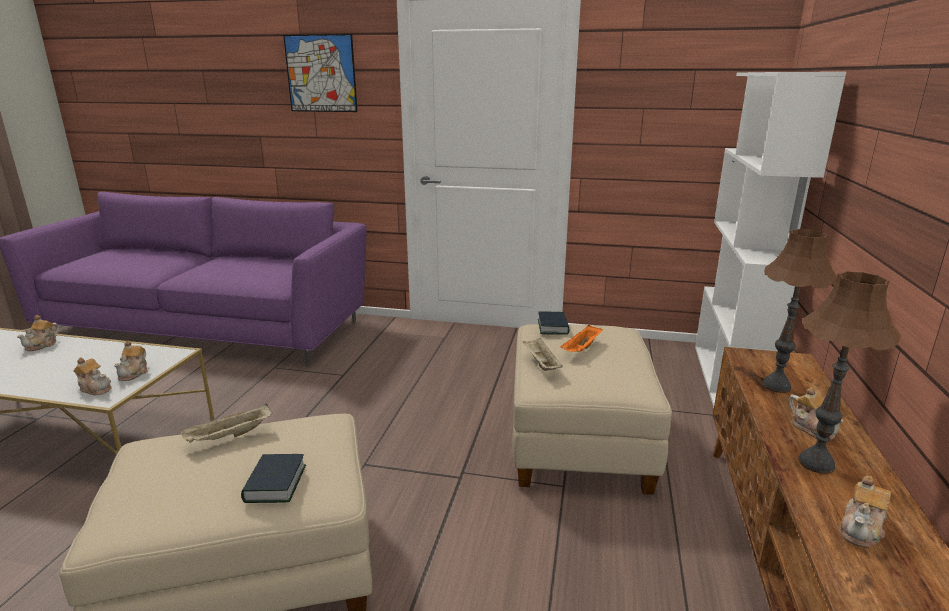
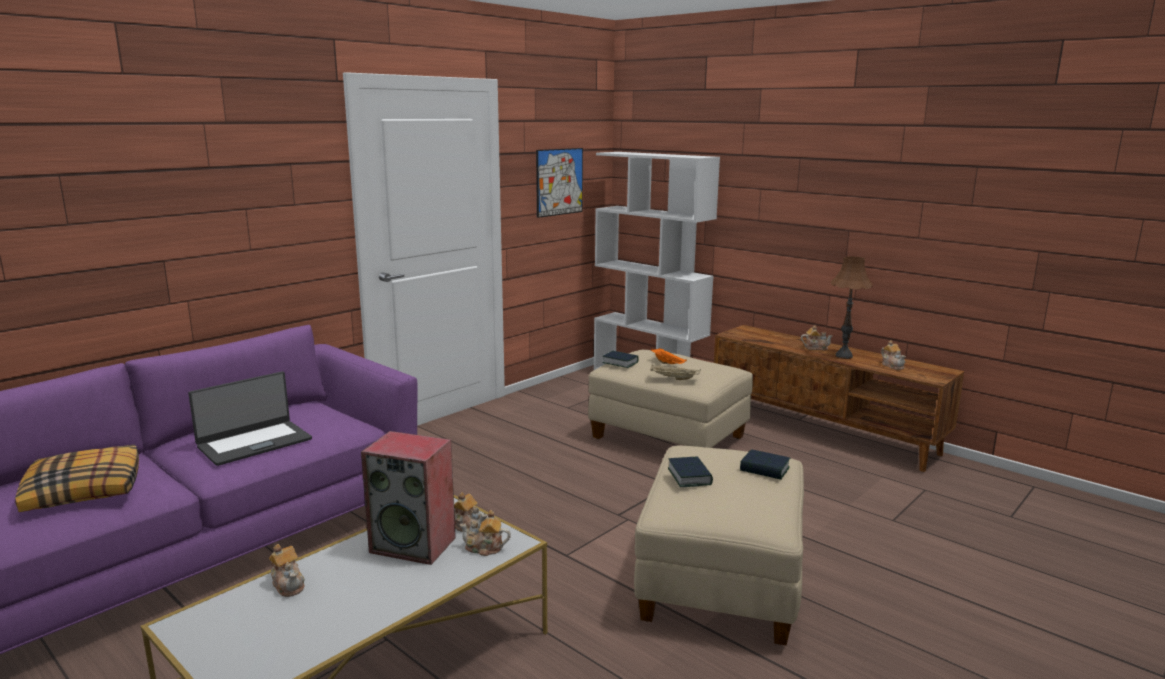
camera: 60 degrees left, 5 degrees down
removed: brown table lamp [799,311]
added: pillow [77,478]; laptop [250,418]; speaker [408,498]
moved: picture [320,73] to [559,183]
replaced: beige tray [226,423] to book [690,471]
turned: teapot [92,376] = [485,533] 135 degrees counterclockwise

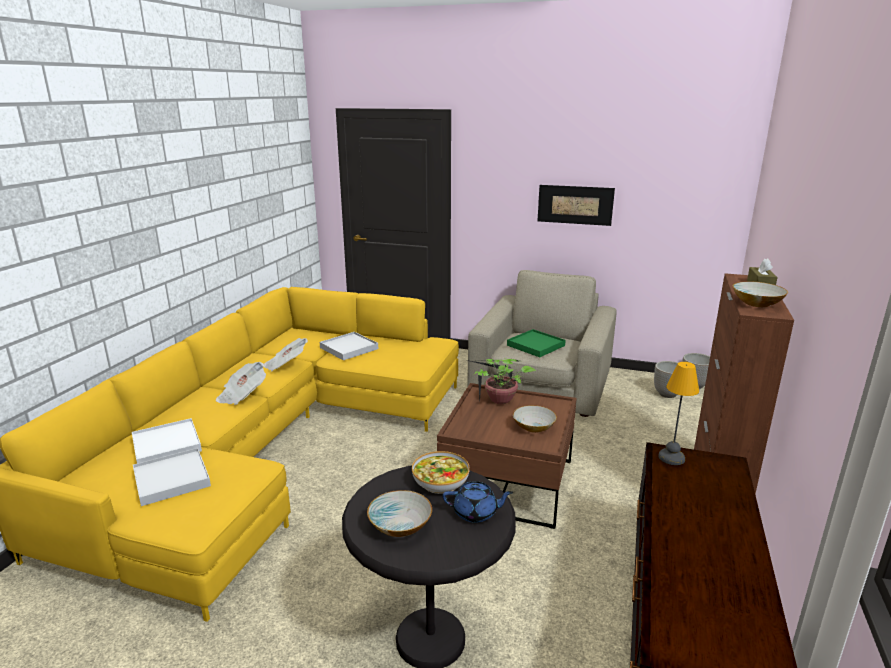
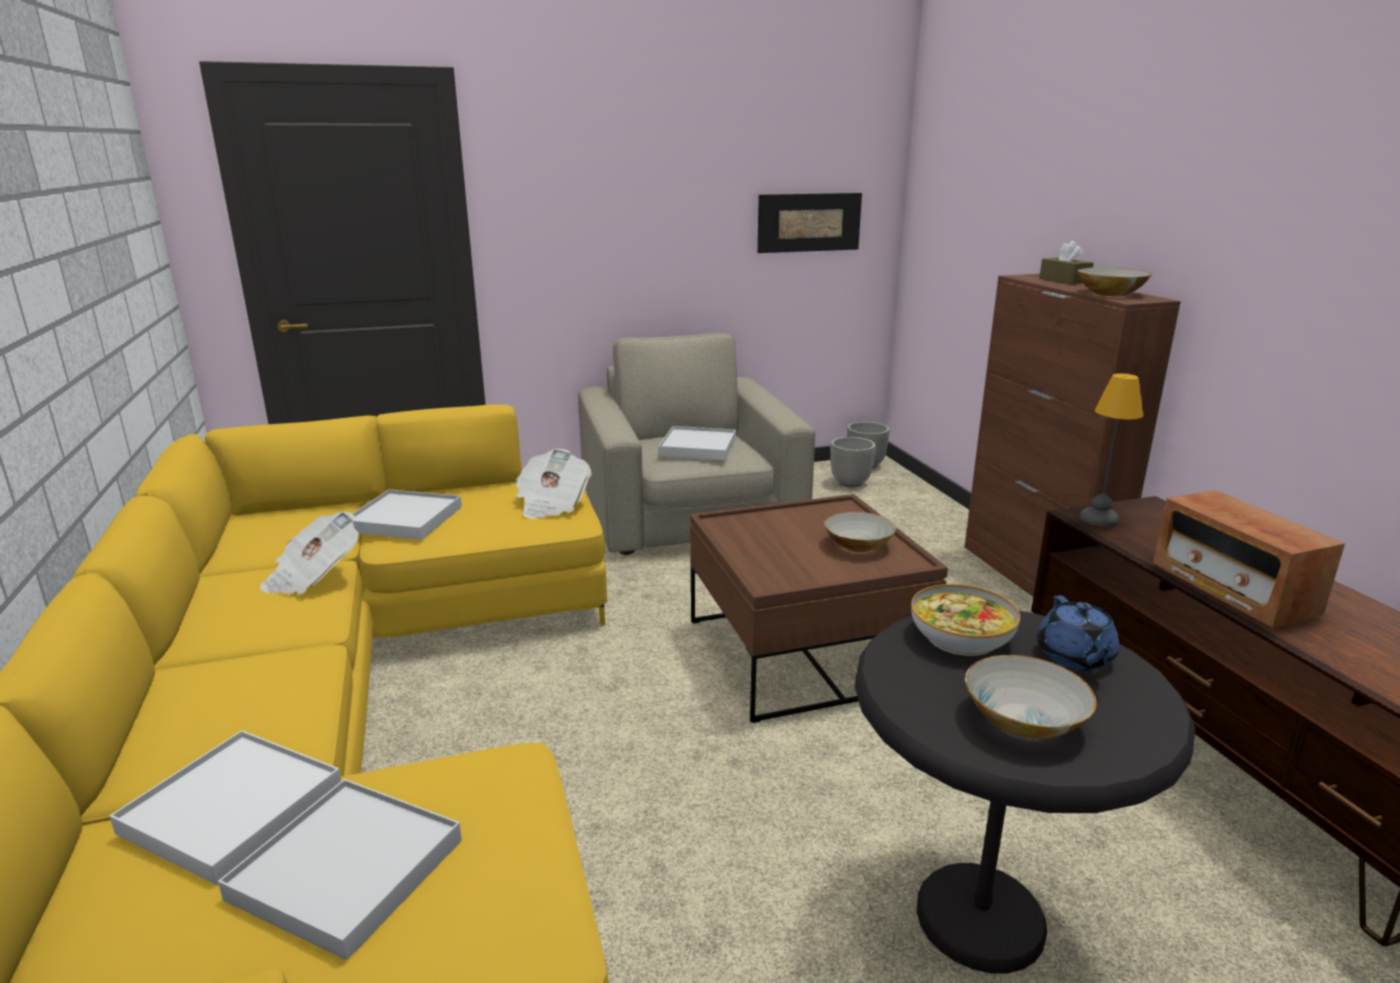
camera: 35 degrees left, 0 degrees up
removed: potted plant [501,381]
added: radio [1249,559]
moved: newspaper [241,383] to [553,484]; picture [576,205] to [809,223]
recoloured: green tray [536,343] to white tray [697,443]
turned: blue teapot [478,502] = [1078,633] 120 degrees clockwise

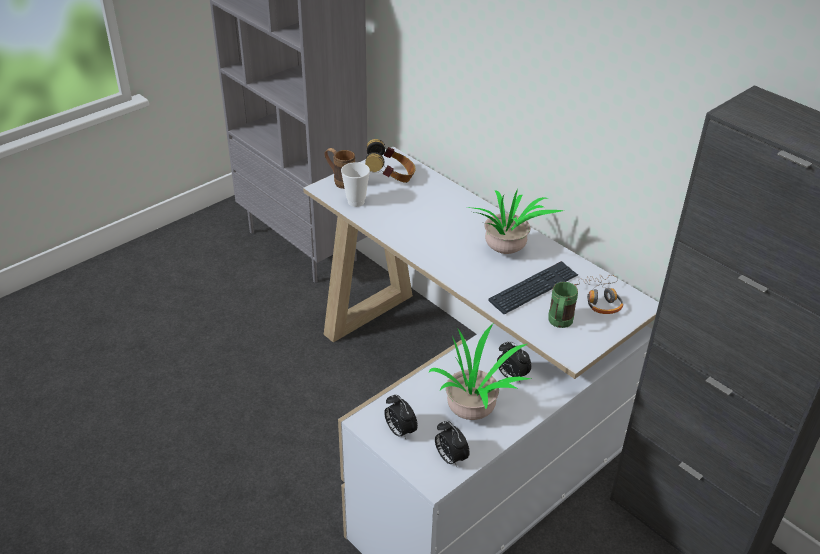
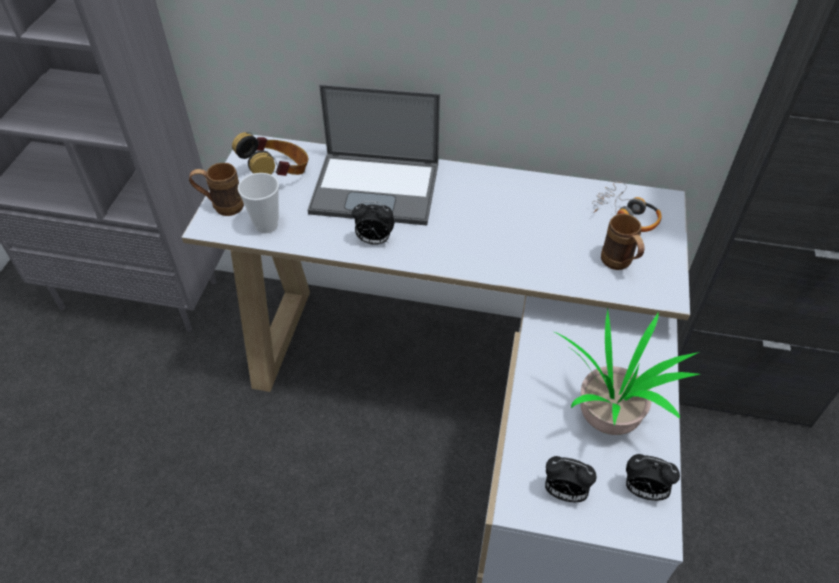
camera: 35 degrees left, 10 degrees up
removed: potted plant [515,221]; keyboard [533,287]
added: laptop [374,154]
moved: alarm clock [514,361] to [373,223]
recoloured: green mug [563,305] to brown mug [623,242]

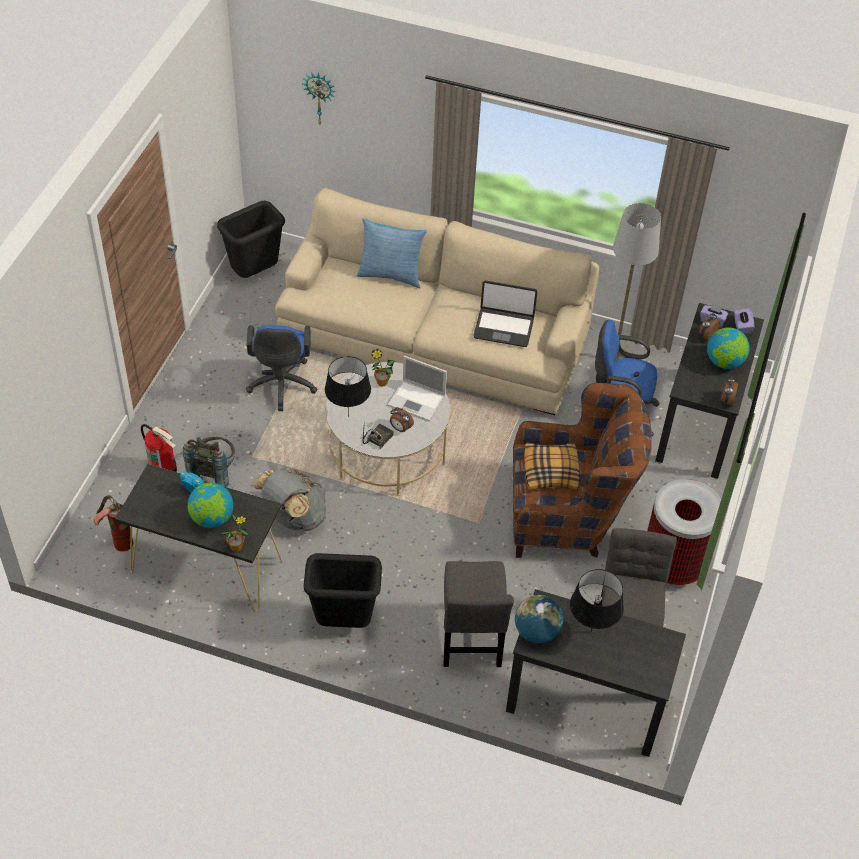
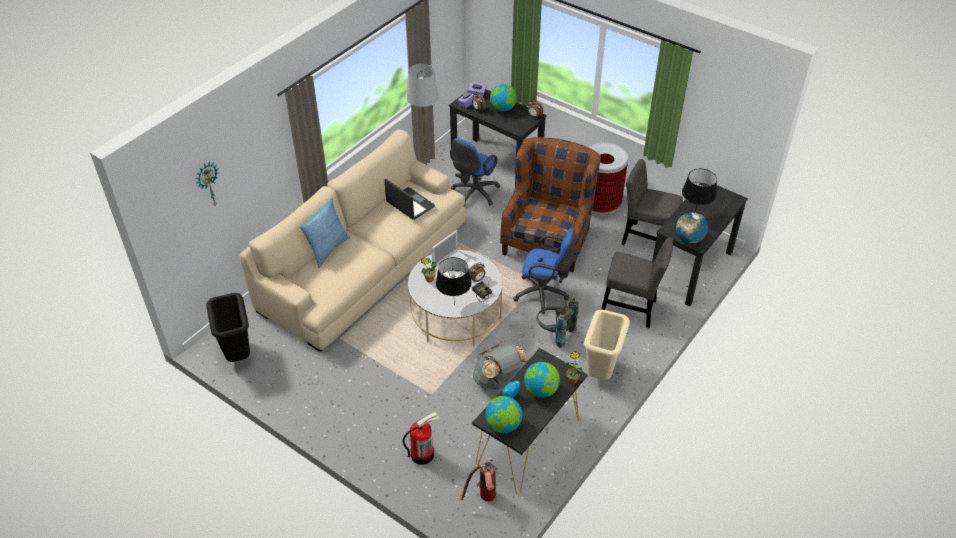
camera: 70 degrees left, 5 degrees down
removed: pillow [552,466]
added: globe [503,414]
moved: blue office chair [281,368] to [544,271]; grey backpack [209,462] to [557,322]
recoloured: black trash can [343,590] to beige trash can [607,344]
turned: laptop [505,313] = [409,199] 75 degrees counterclockwise

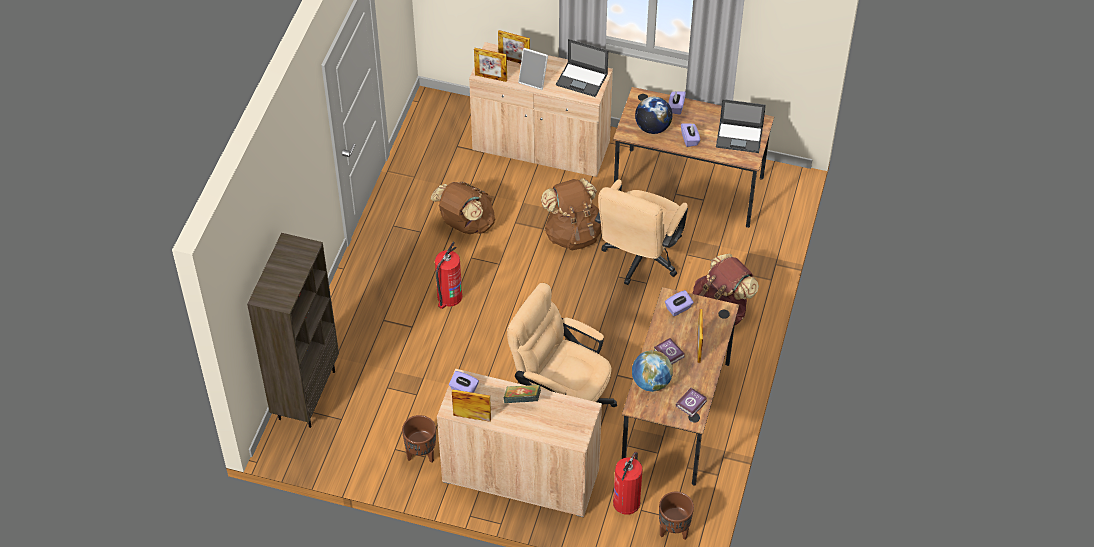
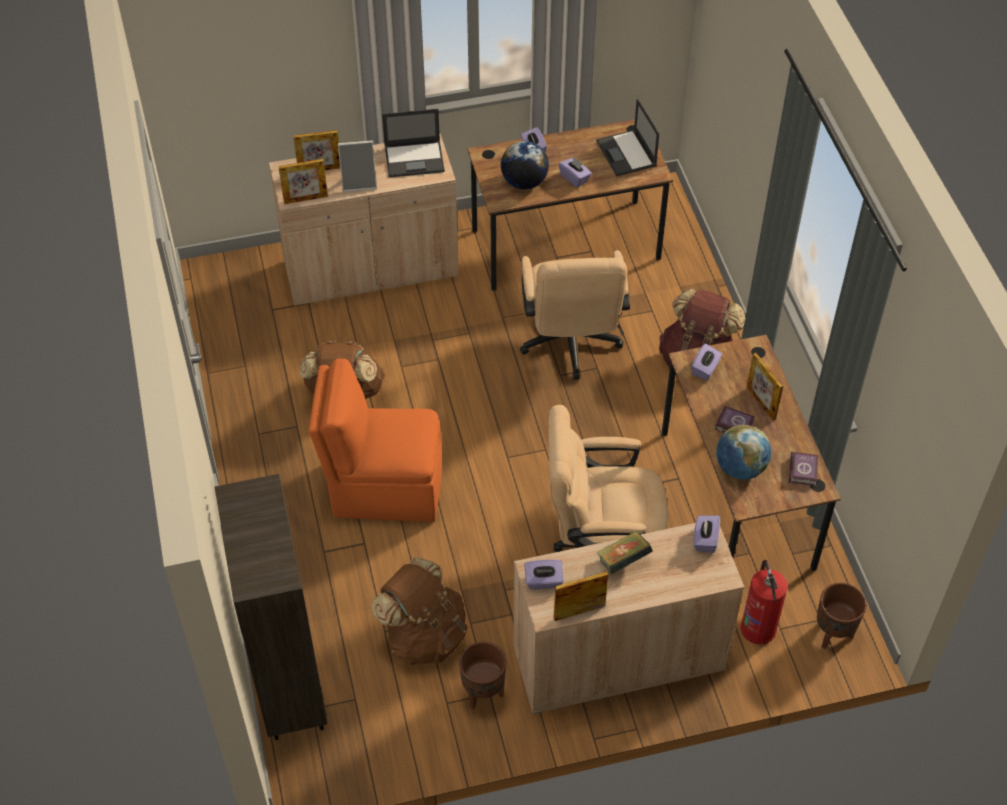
camera: 30 degrees left, 0 degrees up
added: purple tissue box [707,534]
moved: brown backpack [571,214] to [419,611]
replaced: fire extinguisher [449,275] to orange chair [375,440]
turned: laptop [741,126] = [627,137] 90 degrees clockwise

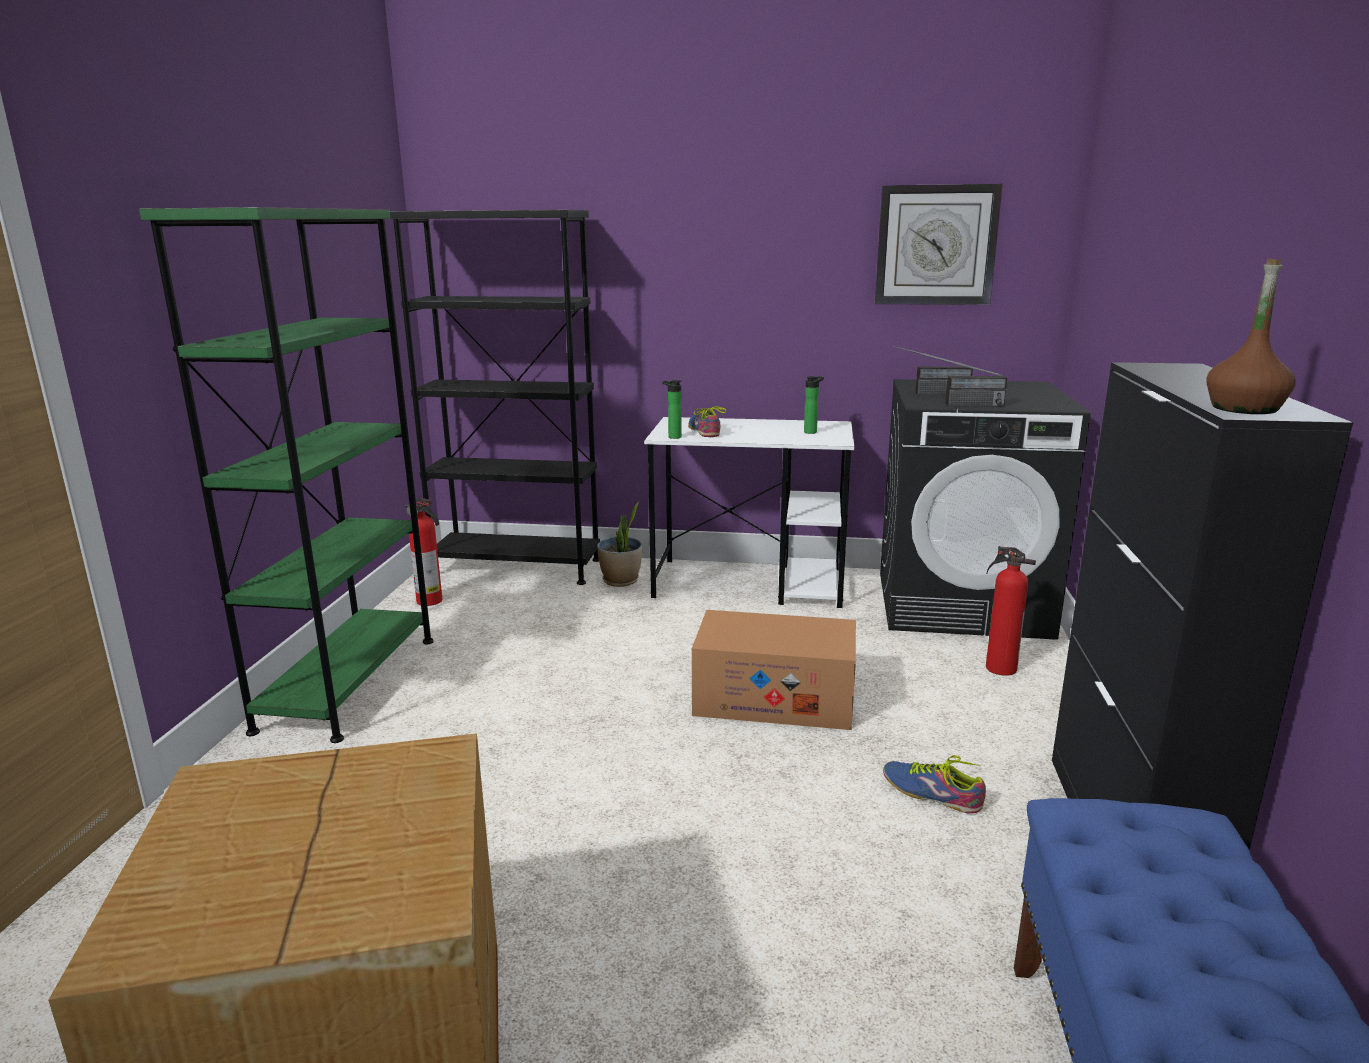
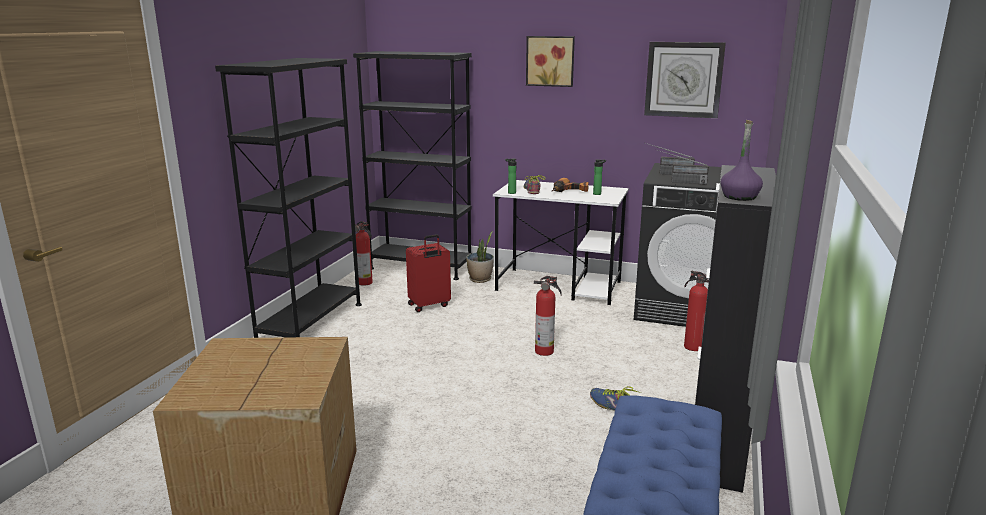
camera: 10 degrees right, 0 degrees up
added: red suitcase [428,273]; picture [550,61]; power drill [570,185]
replaced: cardboard box [774,670] to fire extinguisher [548,316]
recoloured: green bookcase [286,475] to black bookcase [288,198]; brown bottle [1251,336] to purple bottle [741,160]

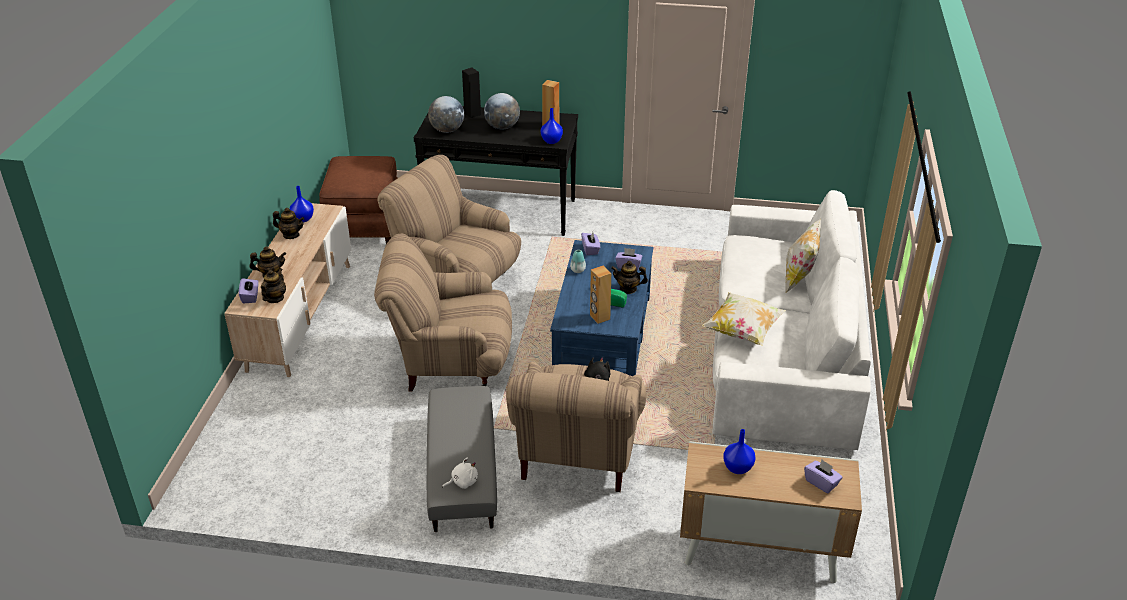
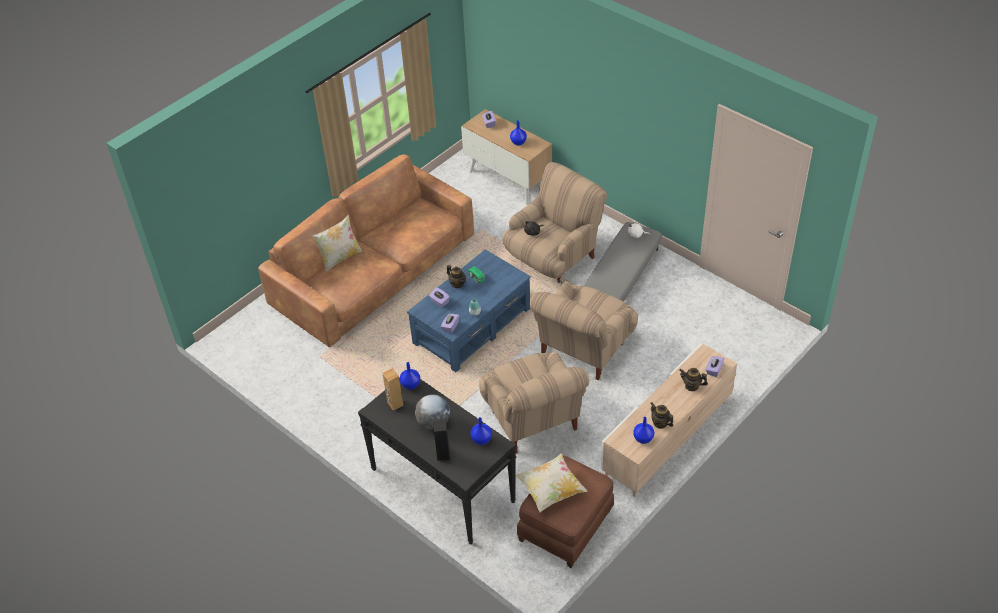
camera: 145 degrees left, 10 degrees up
removed: teapot [273,285]; brown speaker [600,294]
moved: pillow [744,319] to [551,483]
replaced: globe [446,114] to blue vase [481,431]
recoloured: white sofa [791,320] to brown sofa [366,250]
turned: beige armchair [443,313] = [583,330] 90 degrees clockwise

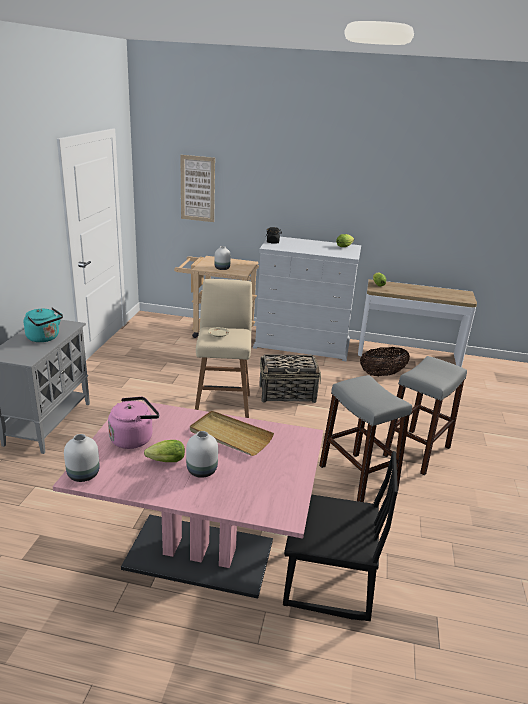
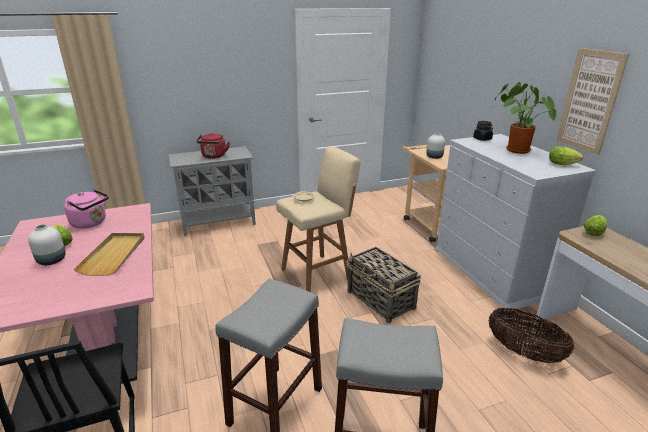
camera: 60 degrees right, 0 degrees up
removed: white vase [82,458]
added: potted plant [525,118]
moved: picture [197,188] to [592,101]
recoloured: turquoise kettle [43,324] to red kettle [213,146]

